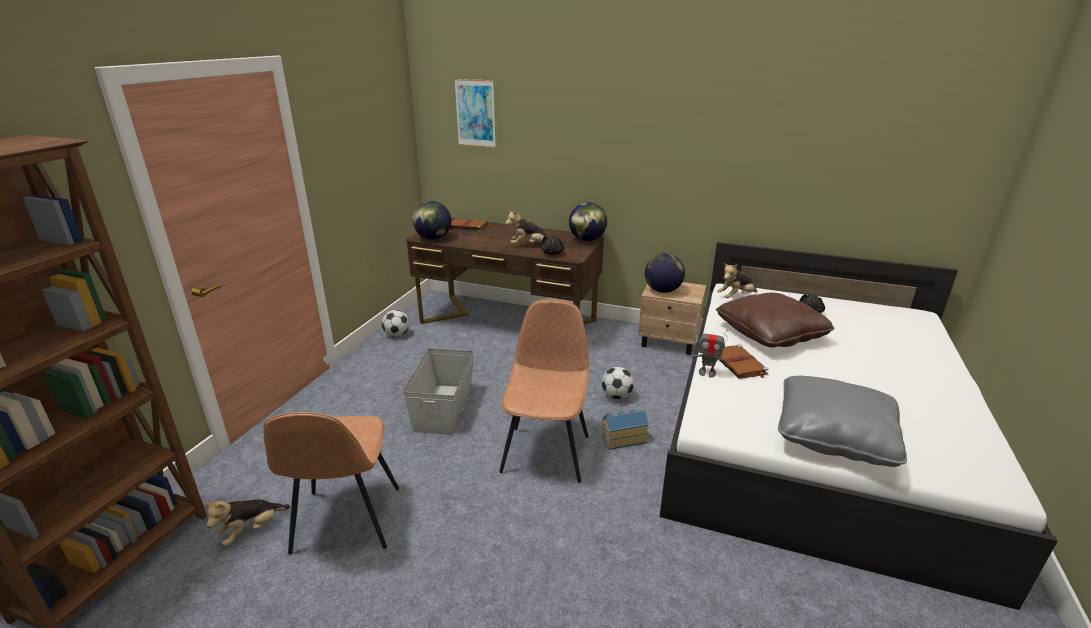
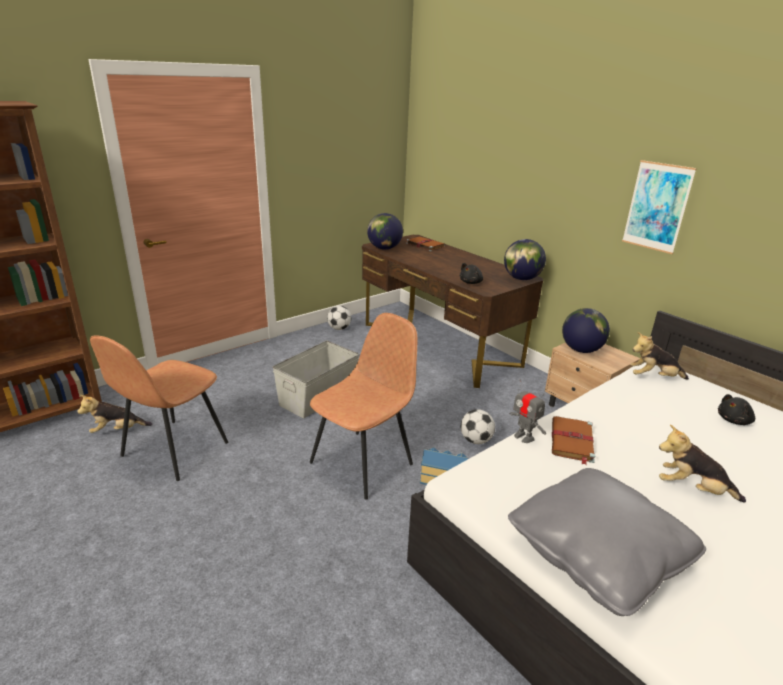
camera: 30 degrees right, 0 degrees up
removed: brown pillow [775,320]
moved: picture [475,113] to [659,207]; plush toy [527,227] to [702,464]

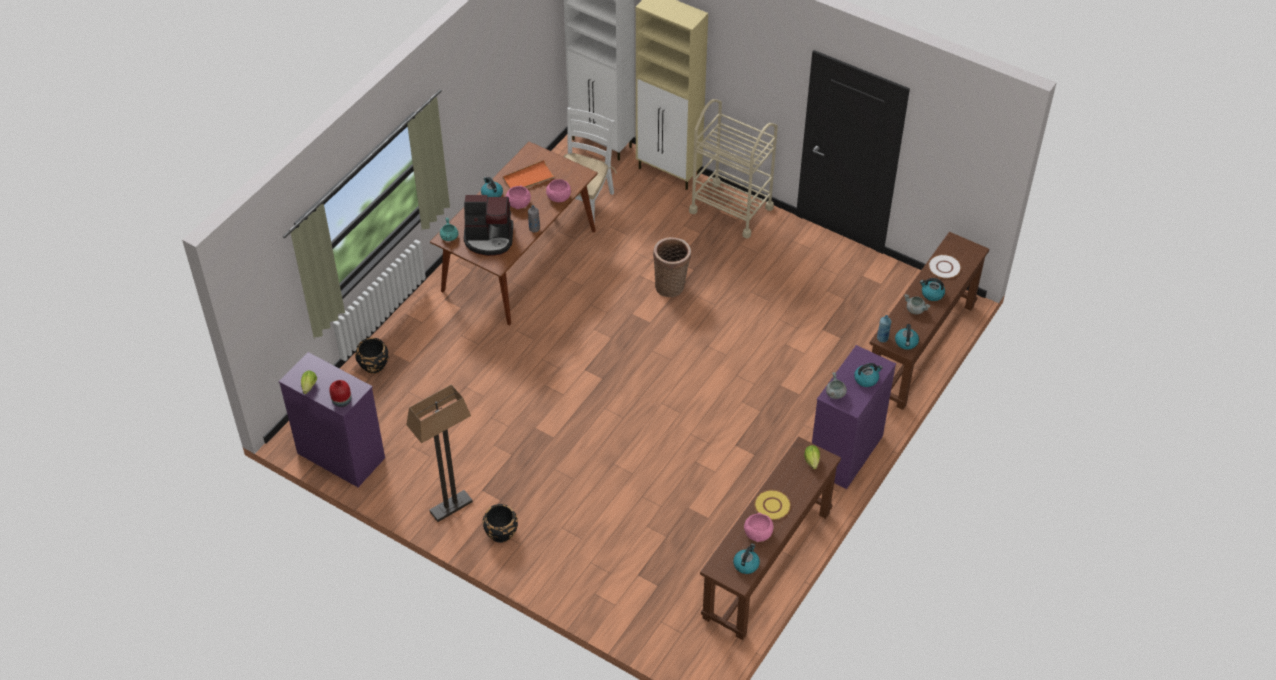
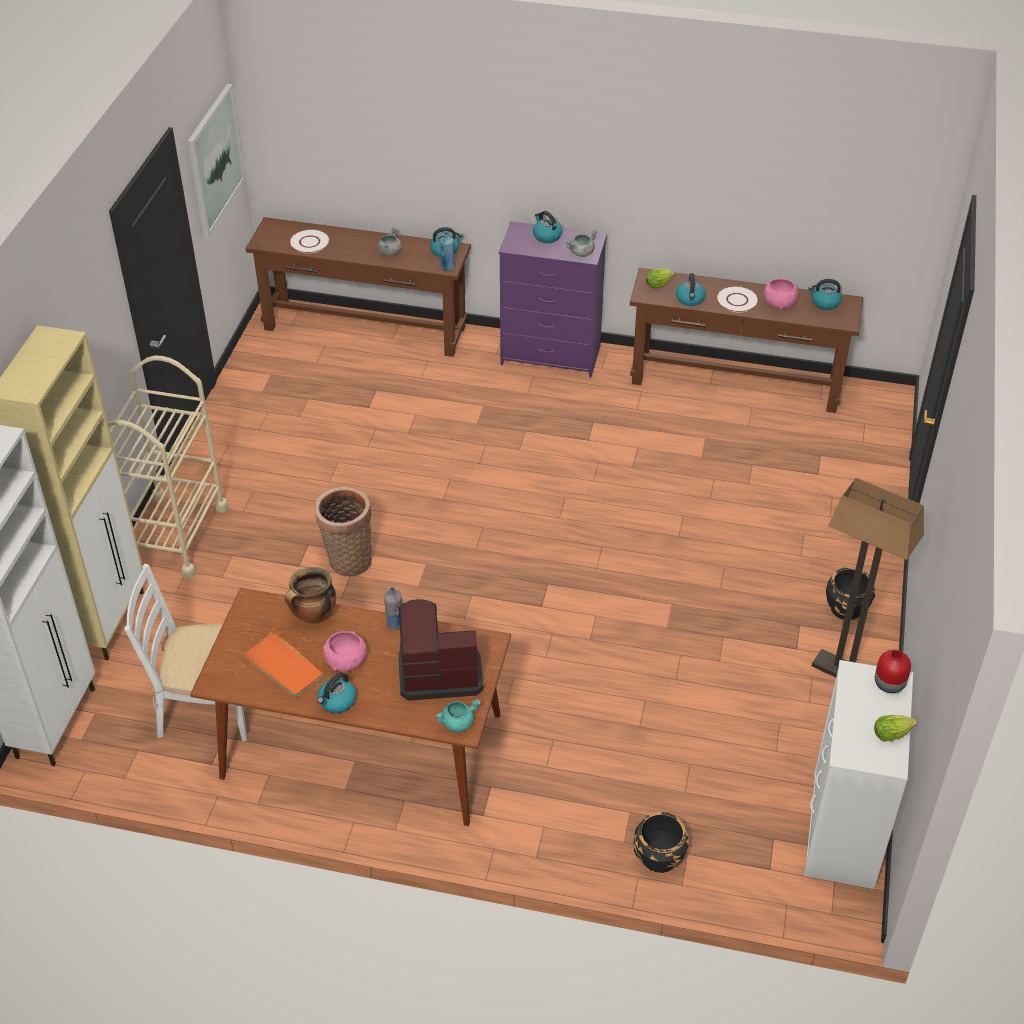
camera: 110 degrees left, 5 degrees down
added: picture [217,161]
moved: kettle [932,289] to [691,289]
replaced: pink bowl [558,190] to cooking pot [310,595]
recoloured: yellow plate [772,505] to white plate [737,299]; purple dresser [332,419] to white dresser [858,774]
turned: coffee machine [488,225] = [441,650] 75 degrees counterclockwise

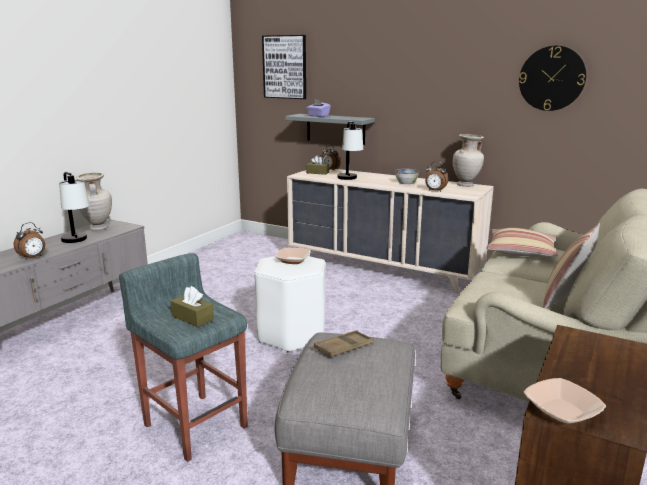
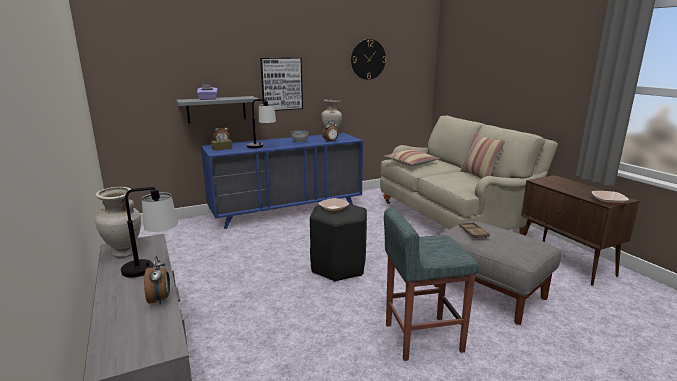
camera: 55 degrees left, 0 degrees up
removed: brown tissue box [192,306]
moved: picture [284,67] to [281,84]
recoloured: beige dresser [390,231] to blue dresser [282,181]; white stool [290,304] to black stool [338,243]

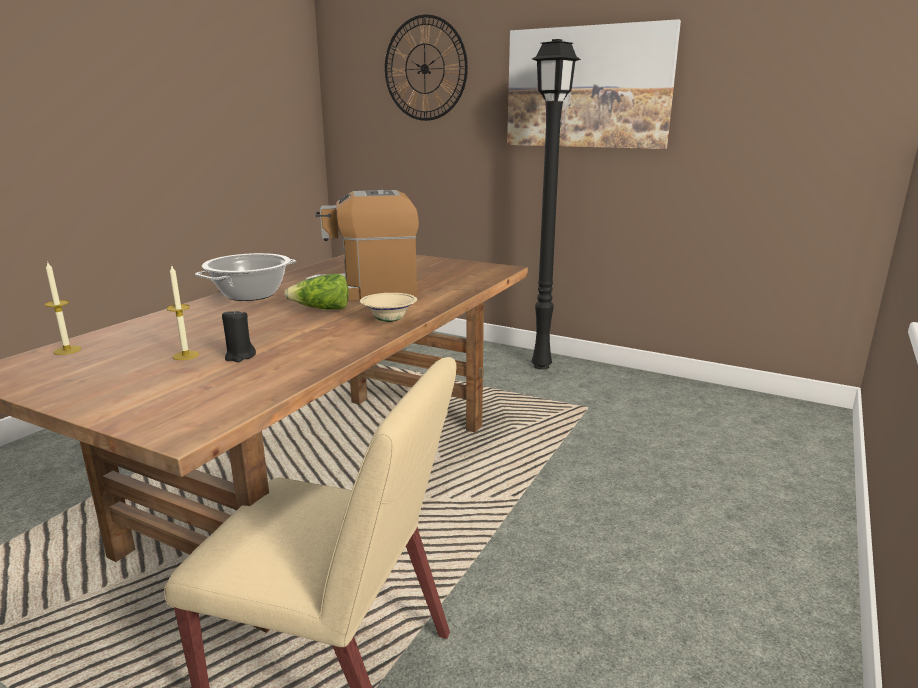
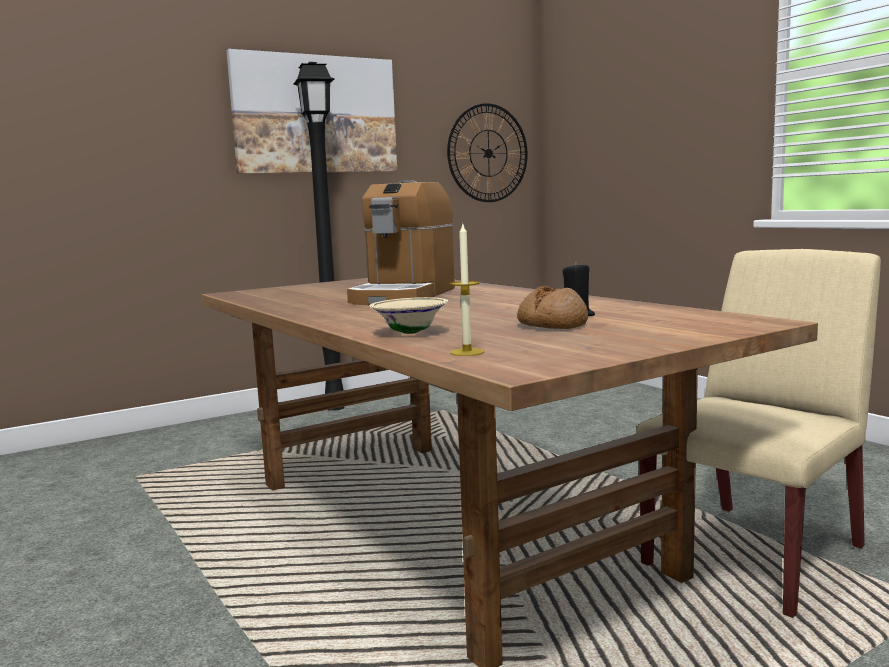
camera: 60 degrees left, 10 degrees down
removed: cooking pot [245,277]; lettuce [316,292]
moved: beige bowl [388,307] to [408,315]; wall clock [426,67] to [487,152]
replaced: candle [183,313] to bread [552,307]

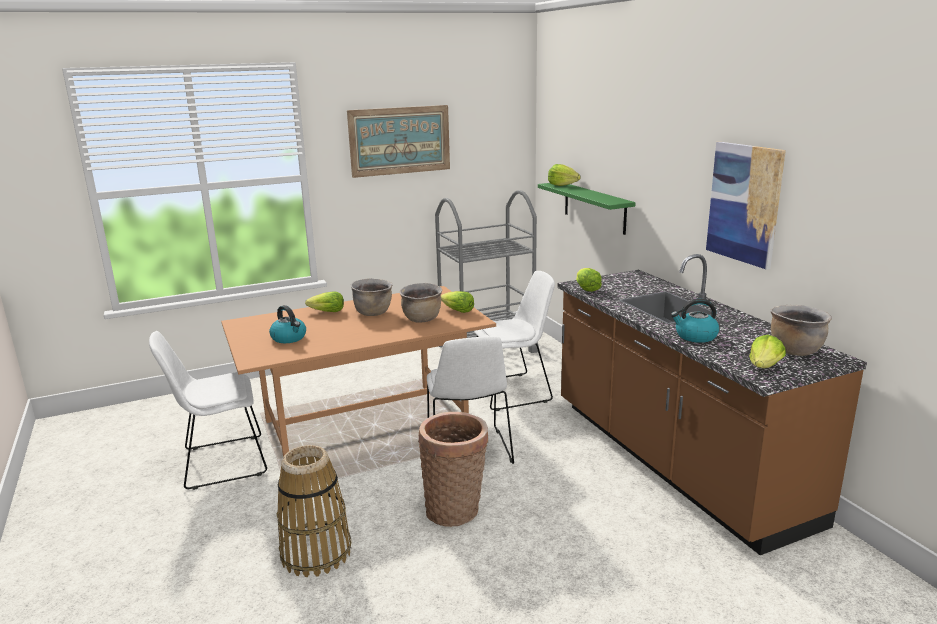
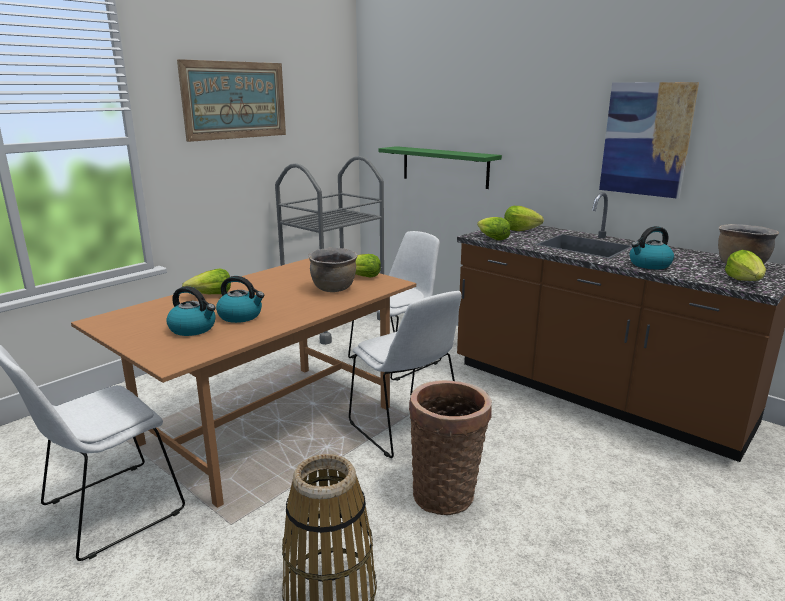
camera: 25 degrees left, 0 degrees up
removed: brown cooking pot [372,297]
added: kettle [240,299]
moved: lettuce [564,175] to [524,218]

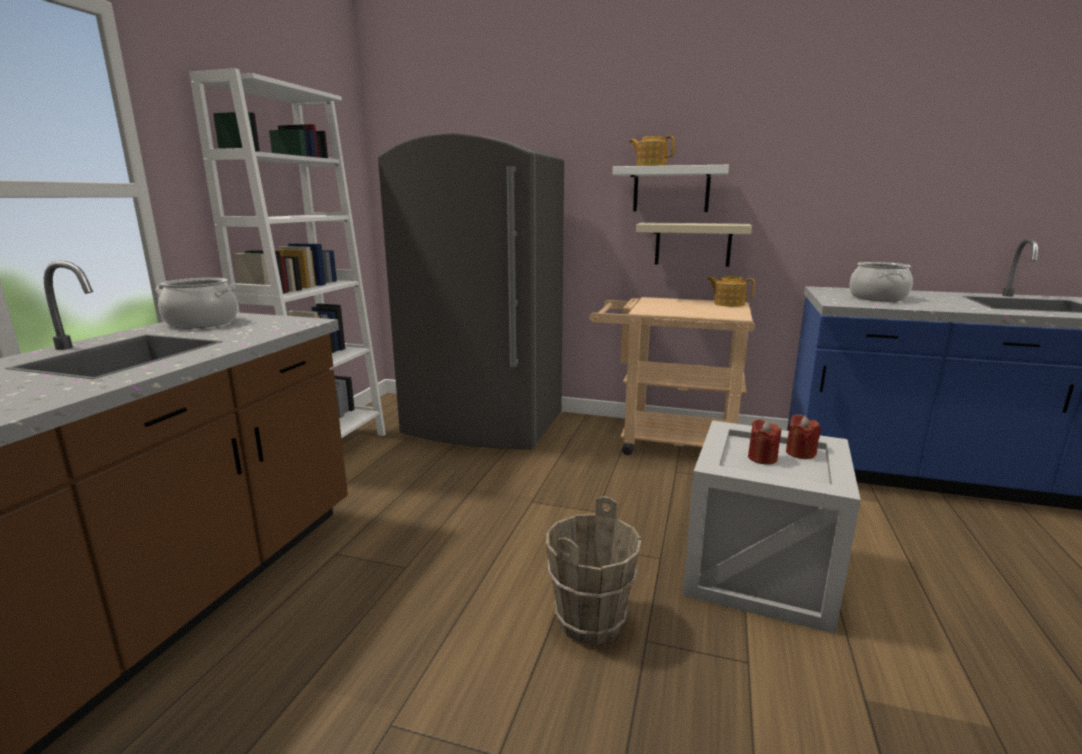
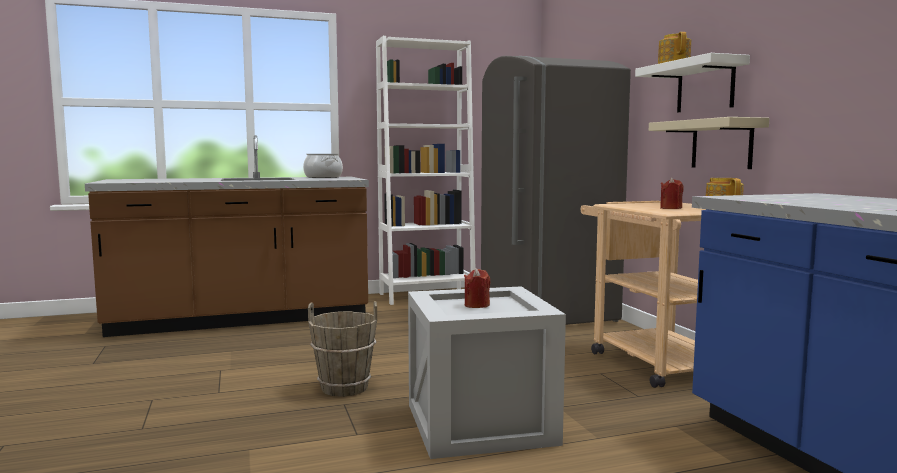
camera: 55 degrees right, 10 degrees down
removed: cooking pot [881,281]
moved: red candle [803,437] to [672,193]

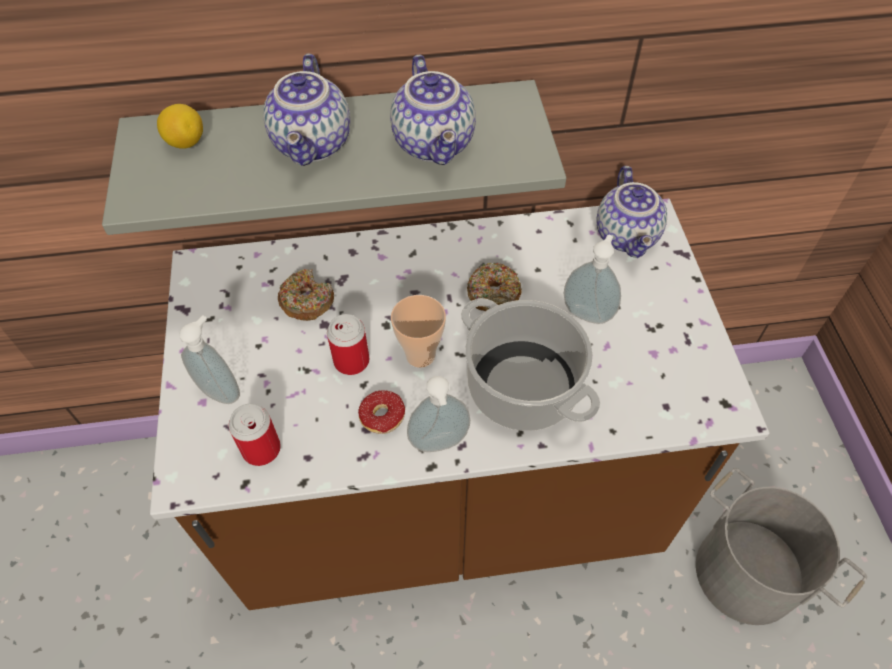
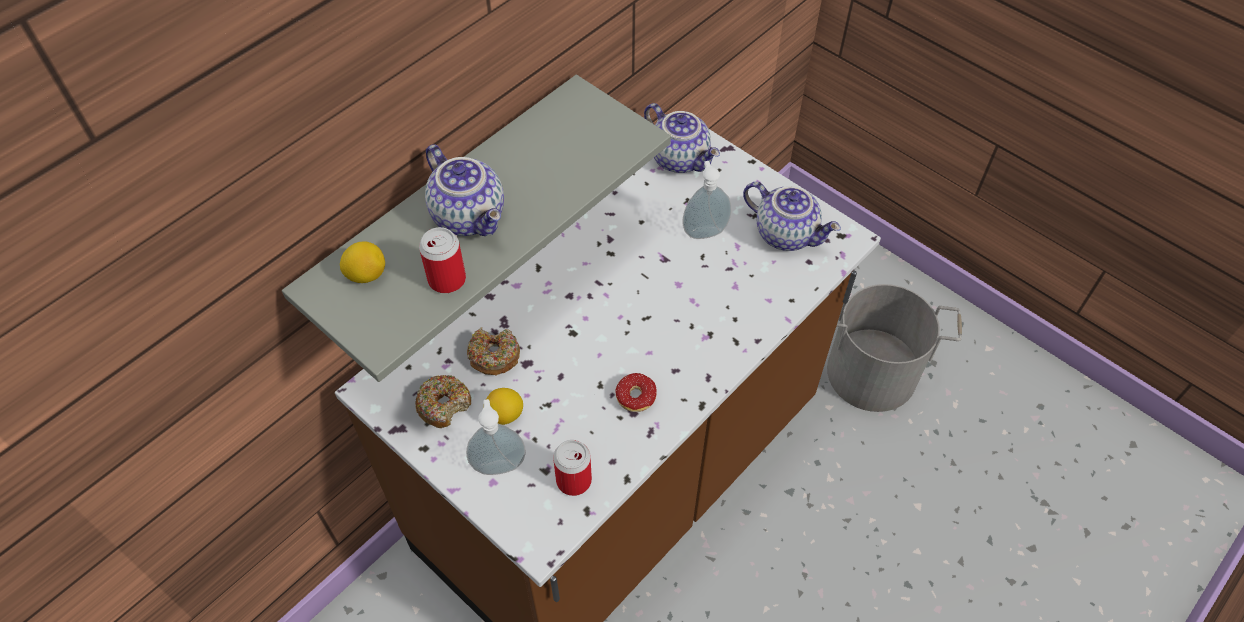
camera: 40 degrees left, 0 degrees up
removed: cup [418,331]; soap dispenser [438,414]; cooking pot [530,364]
added: lemon [503,406]
moved: donut [494,287] to [443,401]; can [348,344] to [442,260]; teapot [433,110] to [792,216]

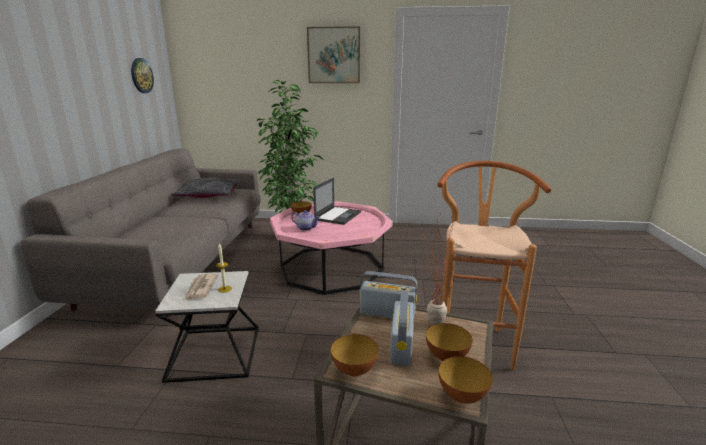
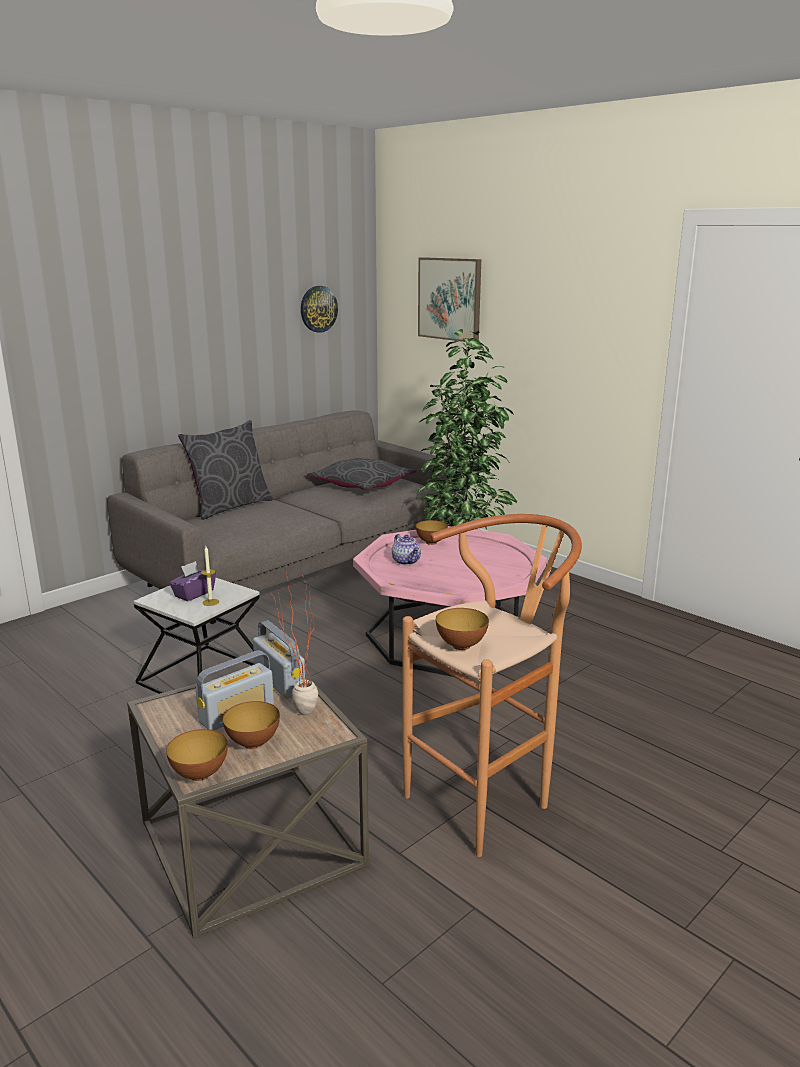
camera: 40 degrees right, 0 degrees up
removed: laptop [337,201]
added: grey pillow [225,470]
moved: picture [333,54] to [449,299]; bowl [355,355] to [462,629]
replaced: newspaper [201,287] to purple tissue box [192,581]

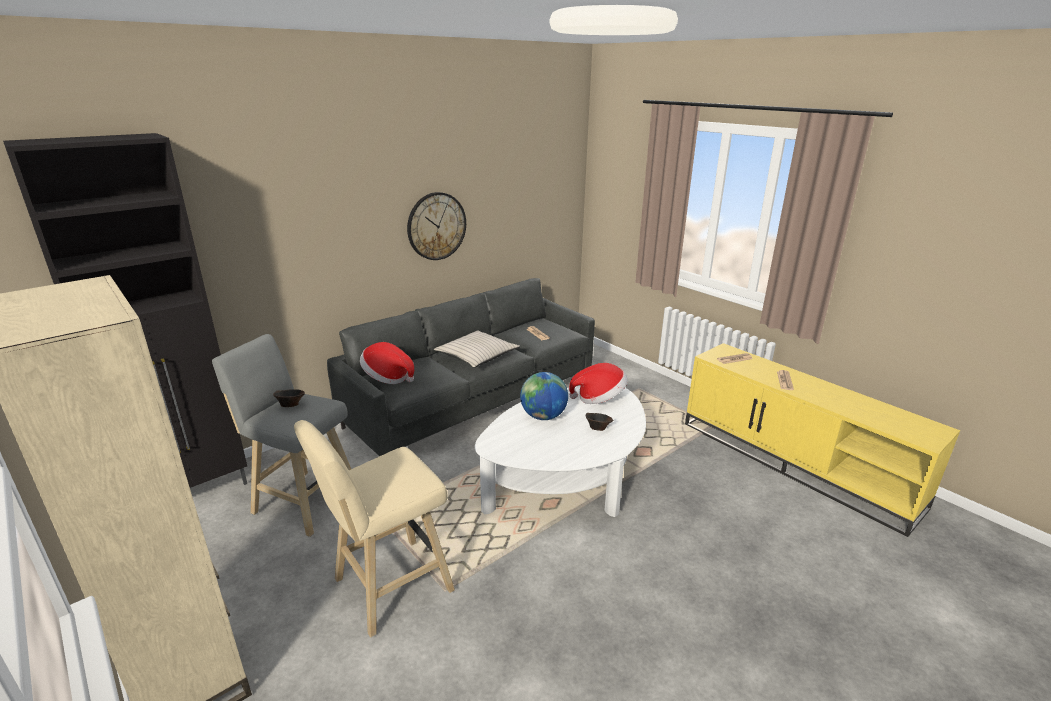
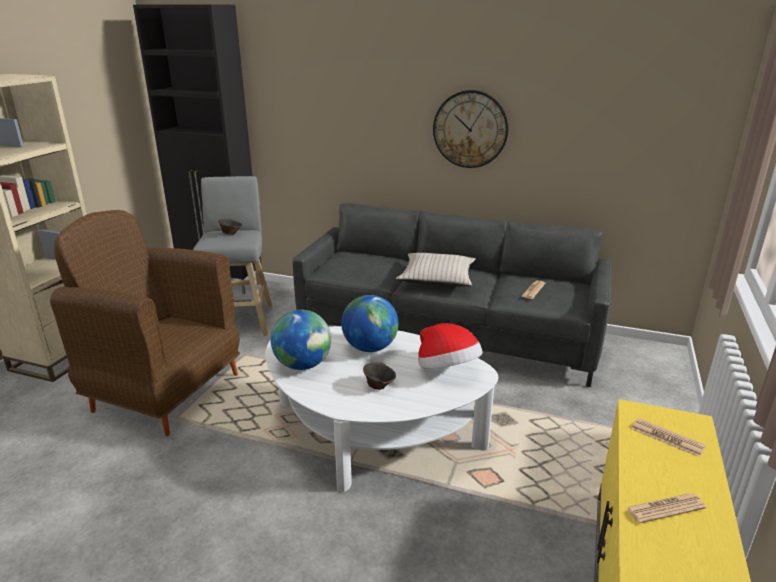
camera: 60 degrees right, 0 degrees up
removed: hat [387,363]
added: globe [301,340]
replaced: beige stool [374,528] to brown armchair [145,323]

